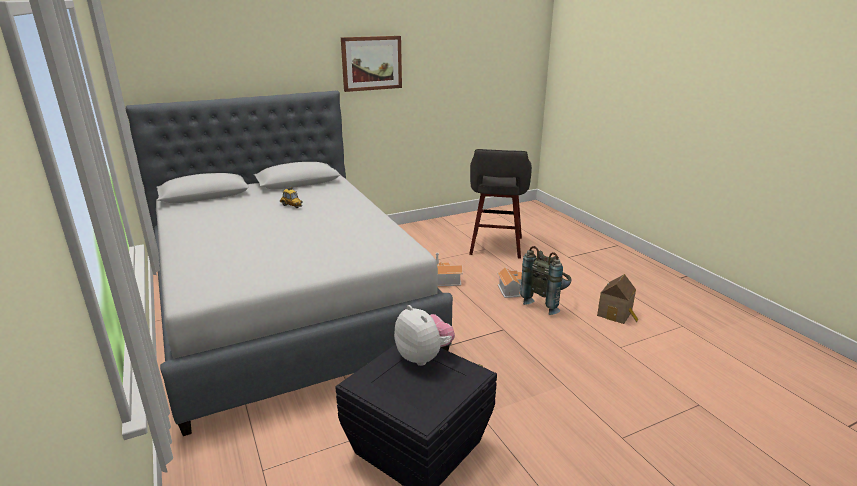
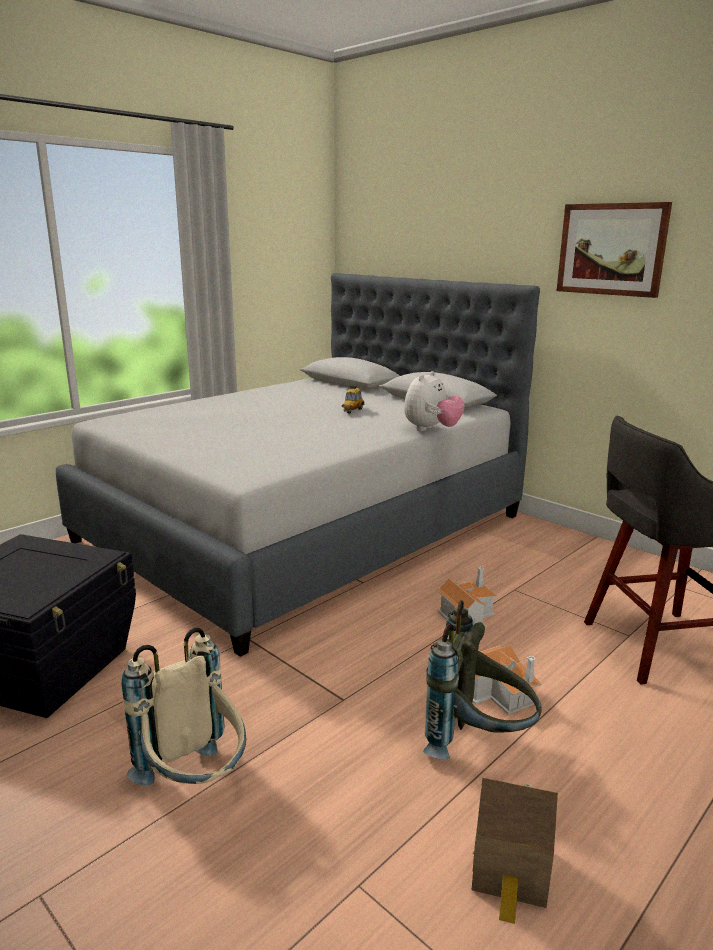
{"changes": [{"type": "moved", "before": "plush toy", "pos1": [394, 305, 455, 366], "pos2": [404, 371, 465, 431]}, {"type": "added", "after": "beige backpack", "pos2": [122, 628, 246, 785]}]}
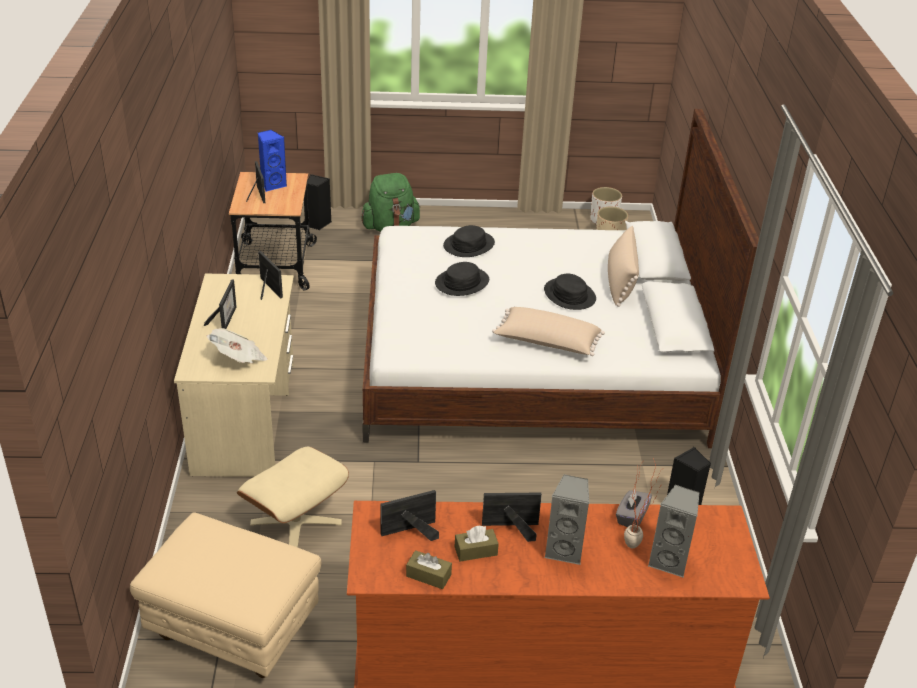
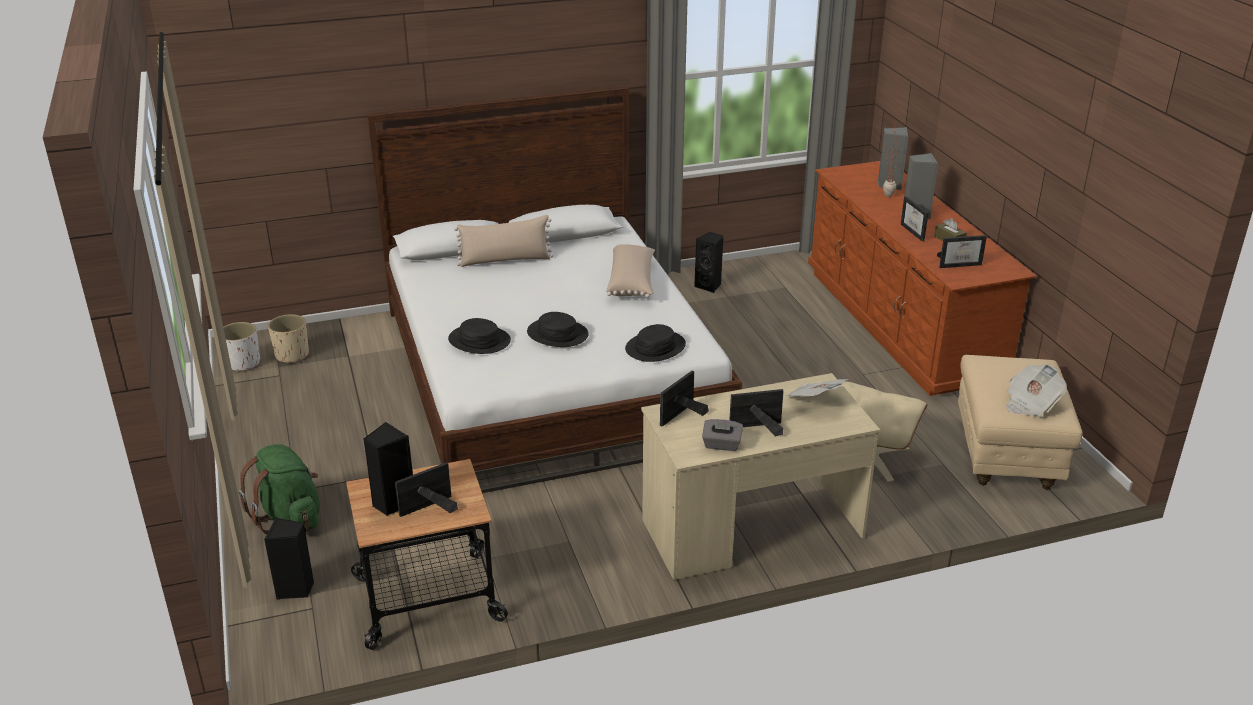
{"changes": [{"type": "recoloured", "before": "blue speaker", "after": "black speaker", "pos1": [258, 130, 287, 192], "pos2": [364, 422, 413, 516]}, {"type": "moved", "before": "black hat", "pos1": [544, 274, 596, 310], "pos2": [625, 324, 686, 362]}, {"type": "turned", "before": "picture frame", "pos1": [380, 490, 439, 541], "pos2": [937, 235, 987, 268], "turn": -60}, {"type": "moved", "before": "grey tissue box", "pos1": [616, 490, 652, 527], "pos2": [702, 419, 743, 451]}, {"type": "removed", "before": "brown tissue box", "pos1": [406, 550, 452, 589]}, {"type": "added", "after": "newspaper", "pos2": [1006, 364, 1067, 417]}]}
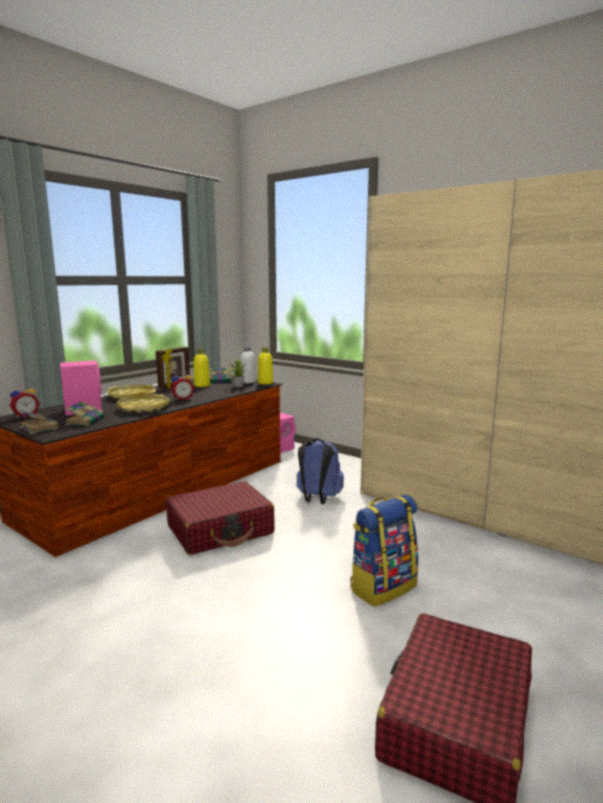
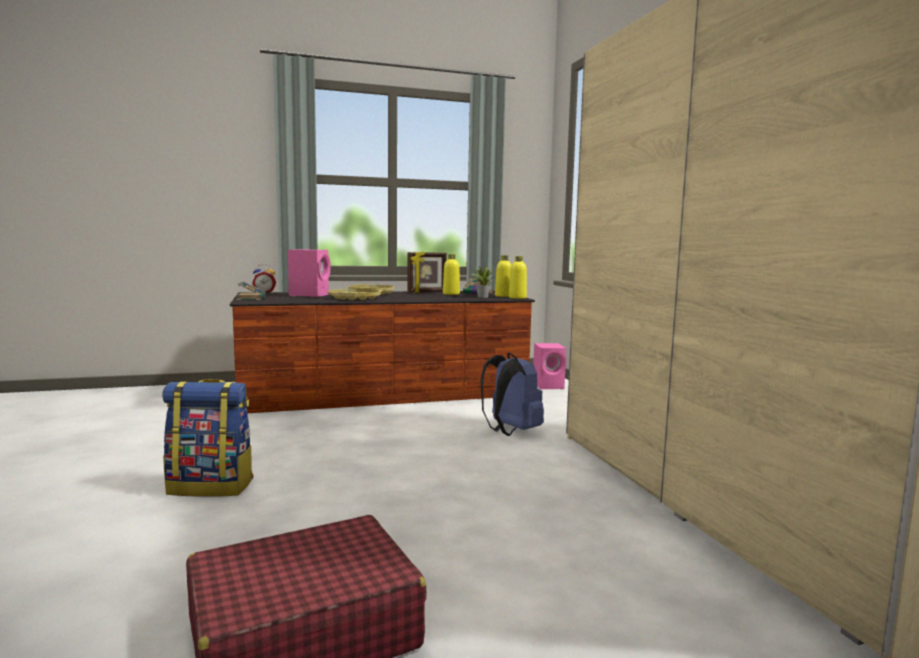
{"changes": [{"type": "recoloured", "before": "white bottle", "after": "yellow bottle", "pos1": [241, 346, 256, 383], "pos2": [495, 255, 511, 297]}, {"type": "removed", "before": "alarm clock", "pos1": [171, 371, 194, 400]}, {"type": "removed", "before": "book", "pos1": [65, 401, 104, 426]}, {"type": "removed", "before": "red suitcase", "pos1": [166, 481, 275, 555]}, {"type": "moved", "before": "backpack", "pos1": [350, 495, 418, 607], "pos2": [162, 379, 254, 497]}]}
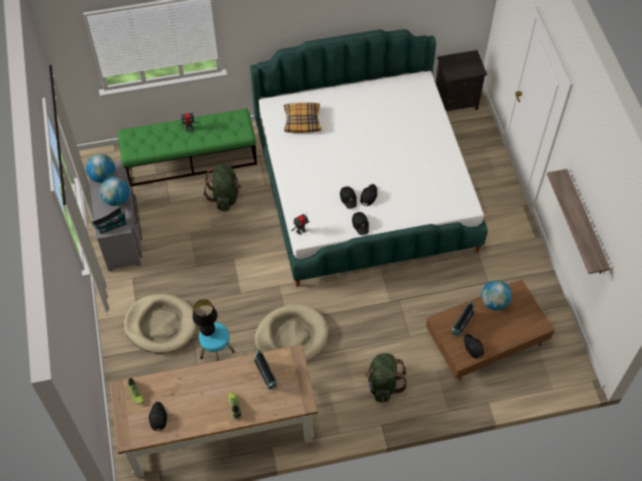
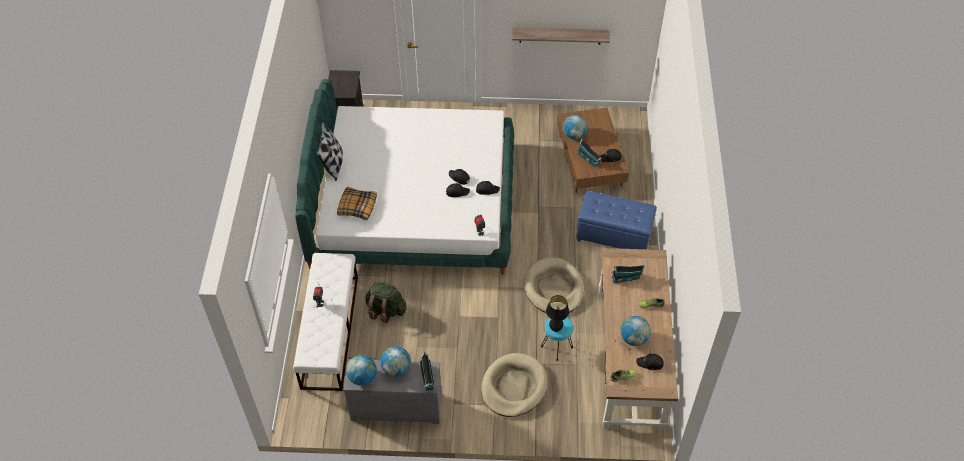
{"changes": [{"type": "recoloured", "before": "green bench", "after": "white bench", "pos1": [118, 109, 257, 186], "pos2": [293, 253, 358, 391]}, {"type": "replaced", "before": "green backpack", "after": "blue ottoman", "pos1": [365, 353, 407, 402], "pos2": [576, 191, 657, 249]}, {"type": "added", "after": "pillow", "pos2": [316, 122, 343, 181]}, {"type": "added", "after": "globe", "pos2": [620, 316, 651, 346]}]}
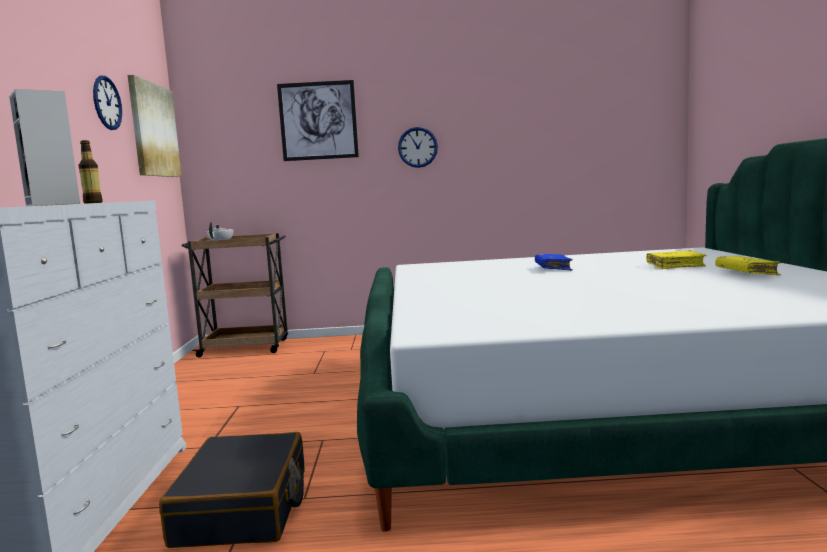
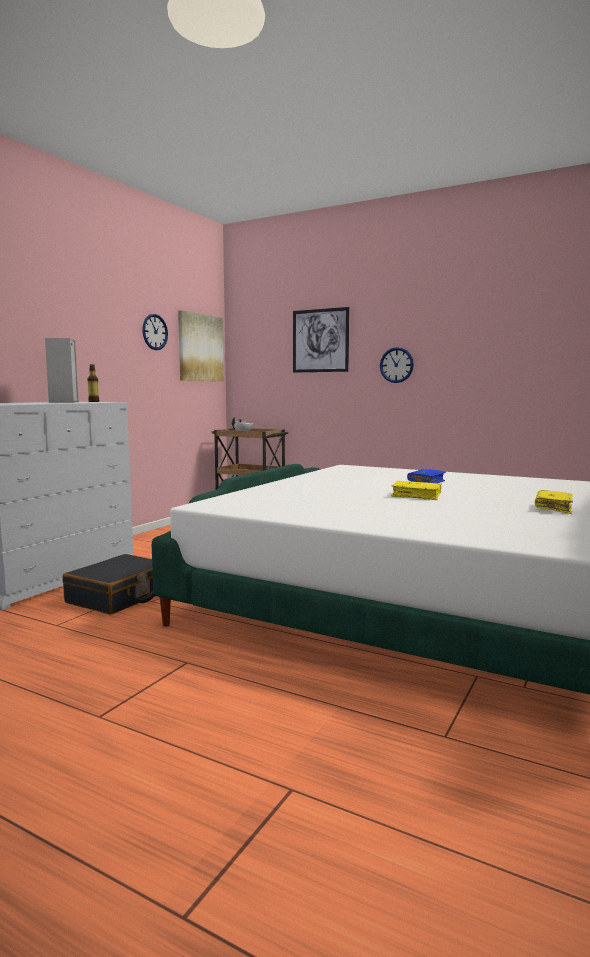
{"changes": [{"type": "moved", "before": "yellow book", "pos1": [646, 251, 707, 269], "pos2": [391, 481, 441, 500]}]}
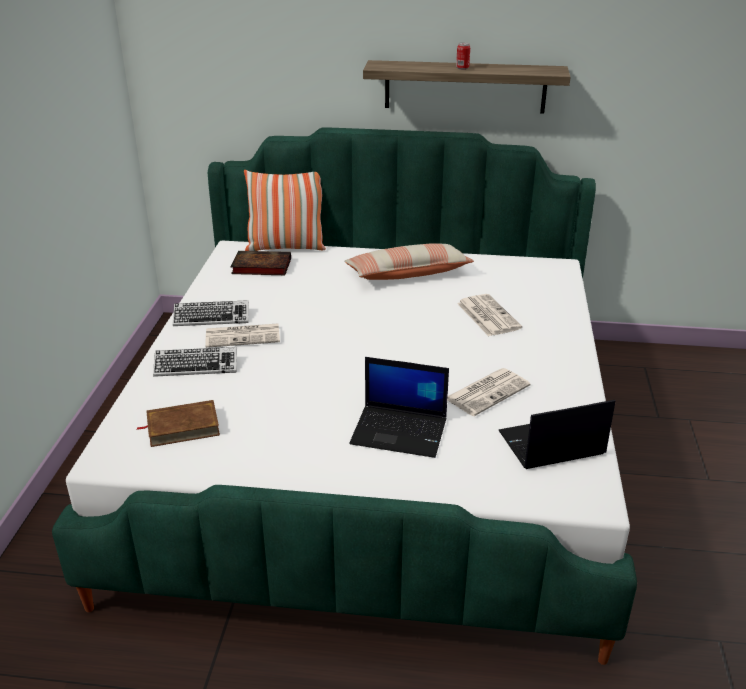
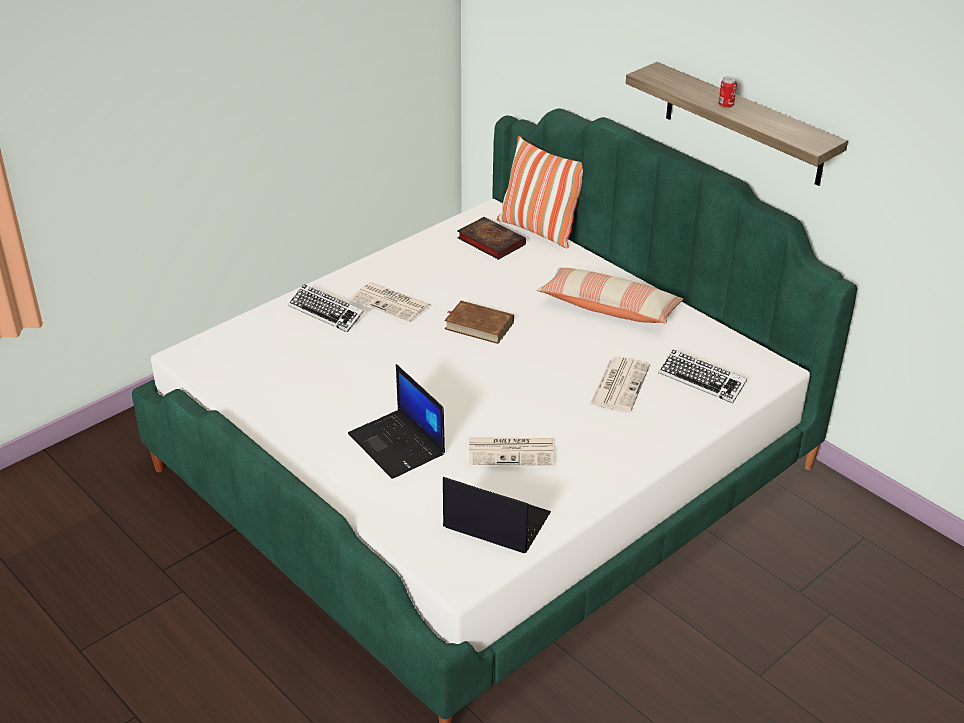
{"changes": [{"type": "moved", "before": "keyboard", "pos1": [173, 300, 249, 326], "pos2": [658, 349, 747, 403]}, {"type": "moved", "before": "brown book", "pos1": [136, 400, 220, 447], "pos2": [444, 301, 514, 344]}]}
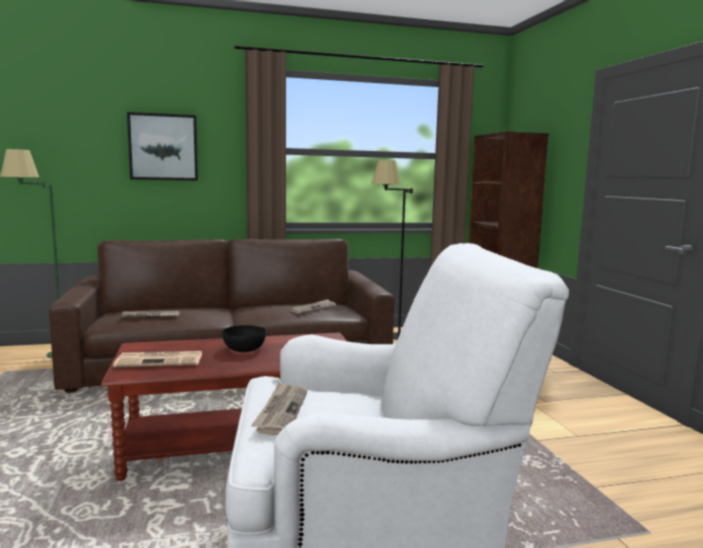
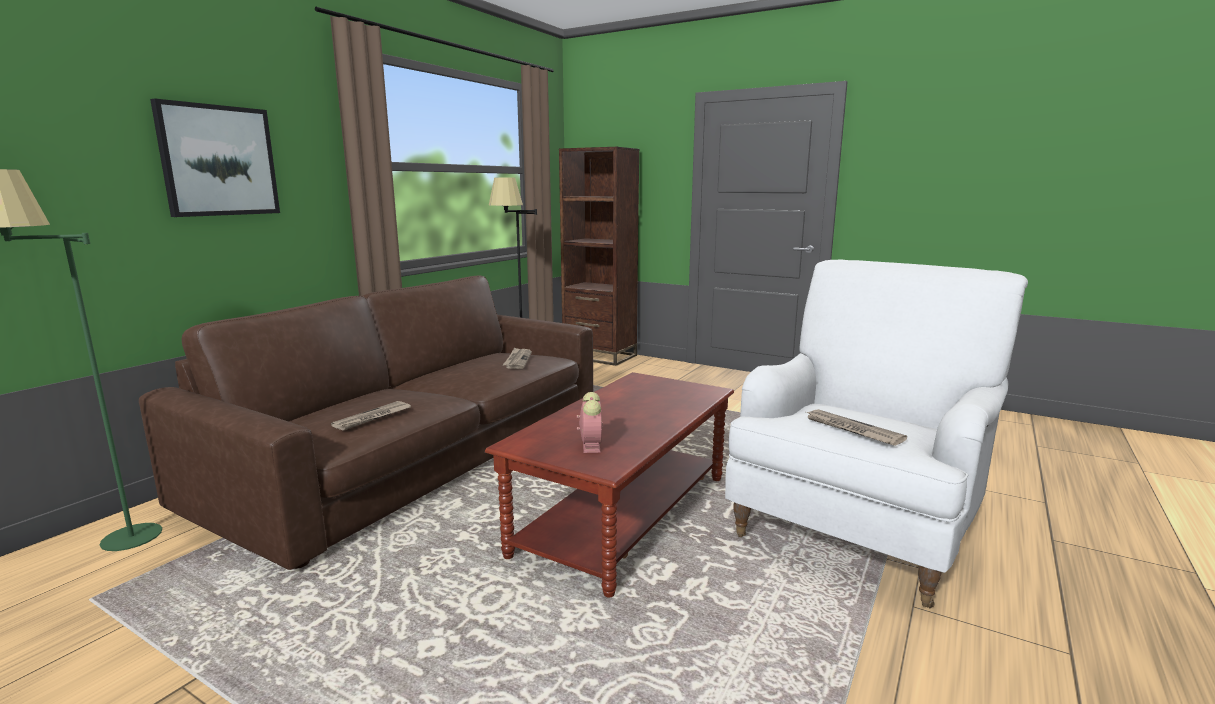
{"changes": [{"type": "removed", "before": "black bowl", "pos1": [222, 325, 266, 352]}, {"type": "replaced", "before": "newspaper", "after": "alarm clock", "pos1": [113, 351, 202, 367], "pos2": [577, 392, 603, 453]}]}
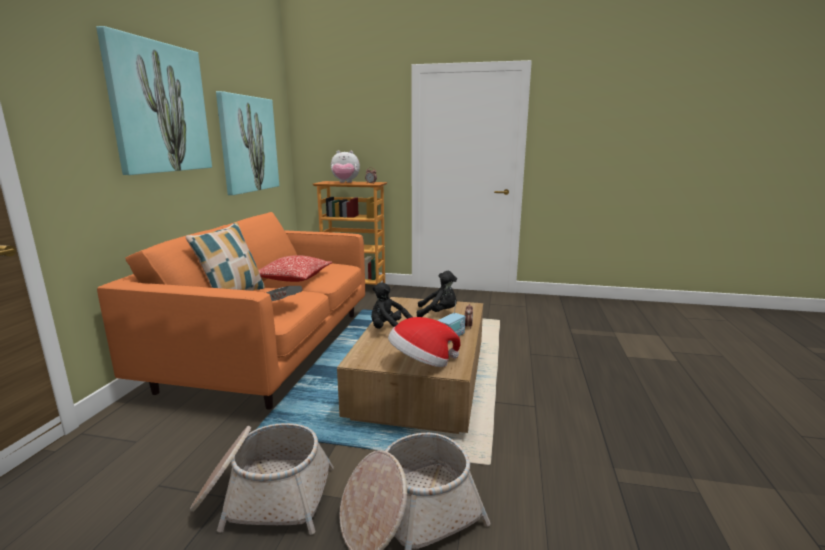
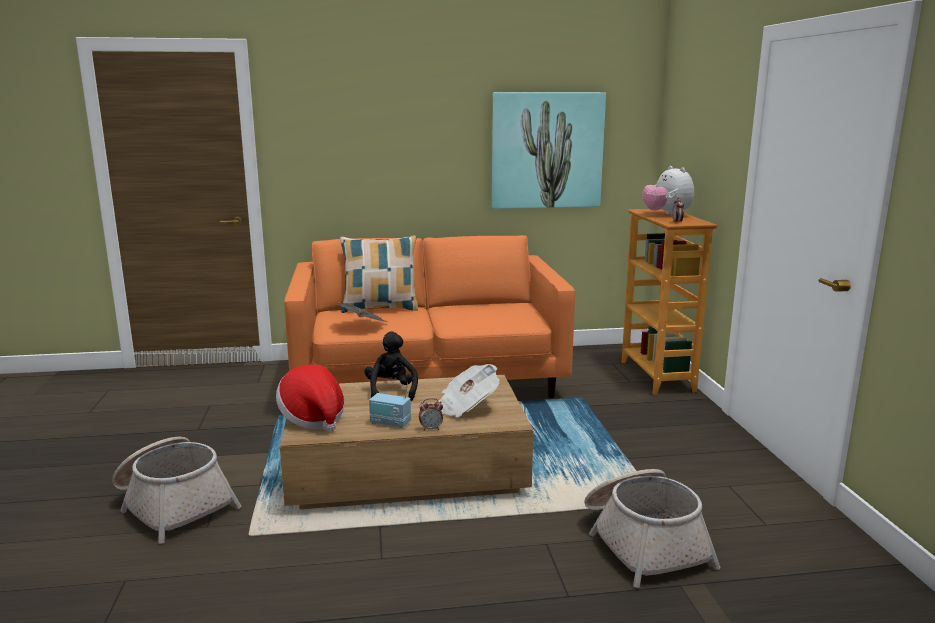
{"changes": [{"type": "removed", "before": "picture", "pos1": [96, 26, 212, 175]}, {"type": "removed", "before": "pillow", "pos1": [258, 255, 332, 282]}, {"type": "replaced", "before": "black plush toy", "after": "newspaper", "pos1": [417, 271, 457, 317], "pos2": [439, 364, 500, 417]}, {"type": "moved", "before": "basket", "pos1": [190, 423, 334, 535], "pos2": [584, 469, 720, 588]}]}
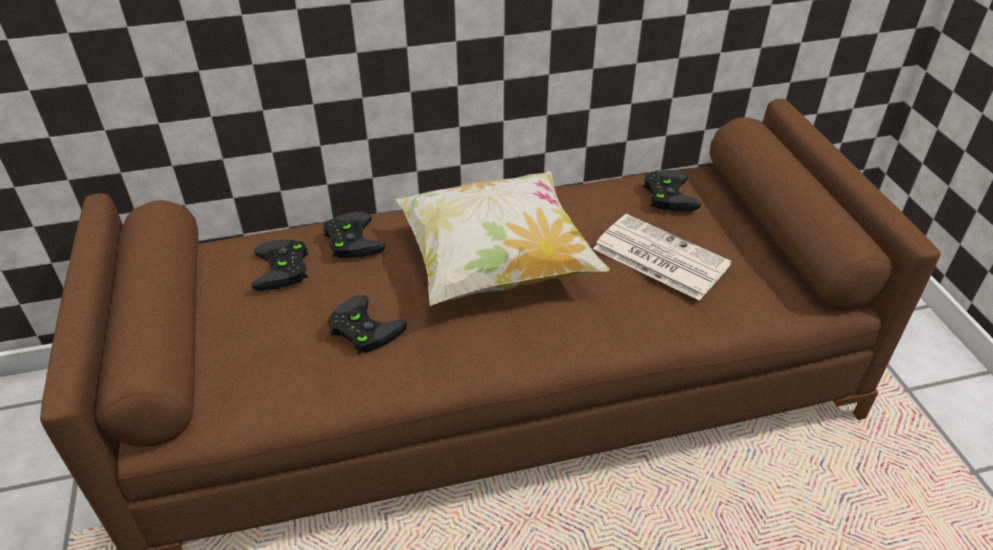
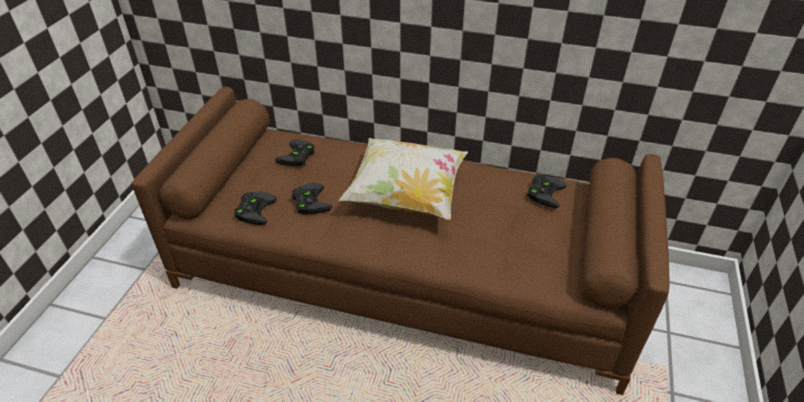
{"changes": [{"type": "moved", "before": "black game controller", "pos1": [323, 212, 385, 258], "pos2": [234, 192, 277, 225]}, {"type": "removed", "before": "newspaper", "pos1": [593, 214, 732, 301]}]}
